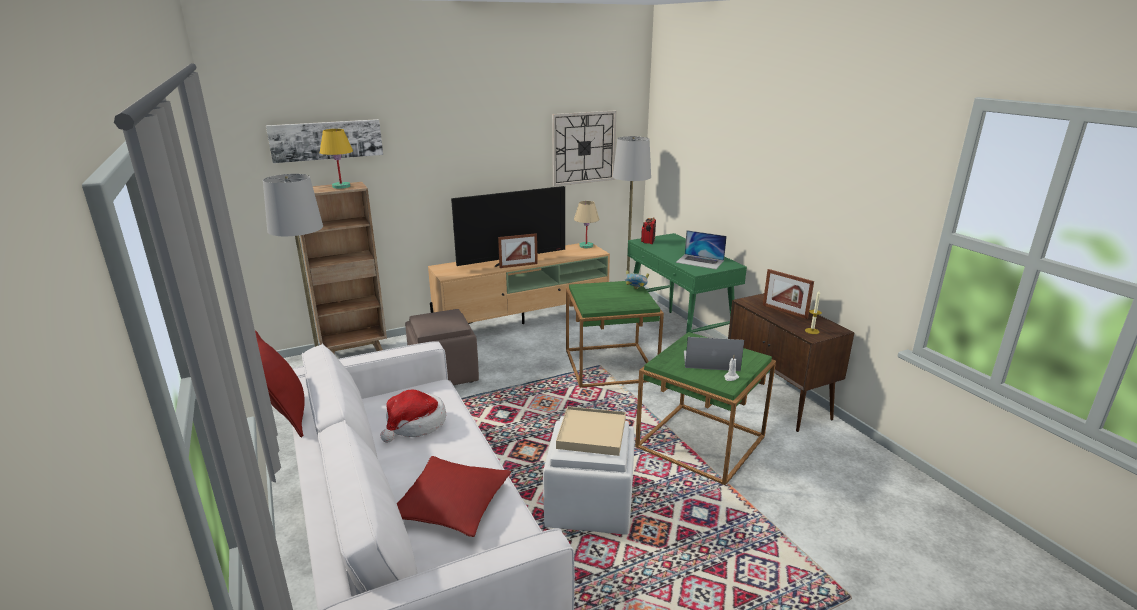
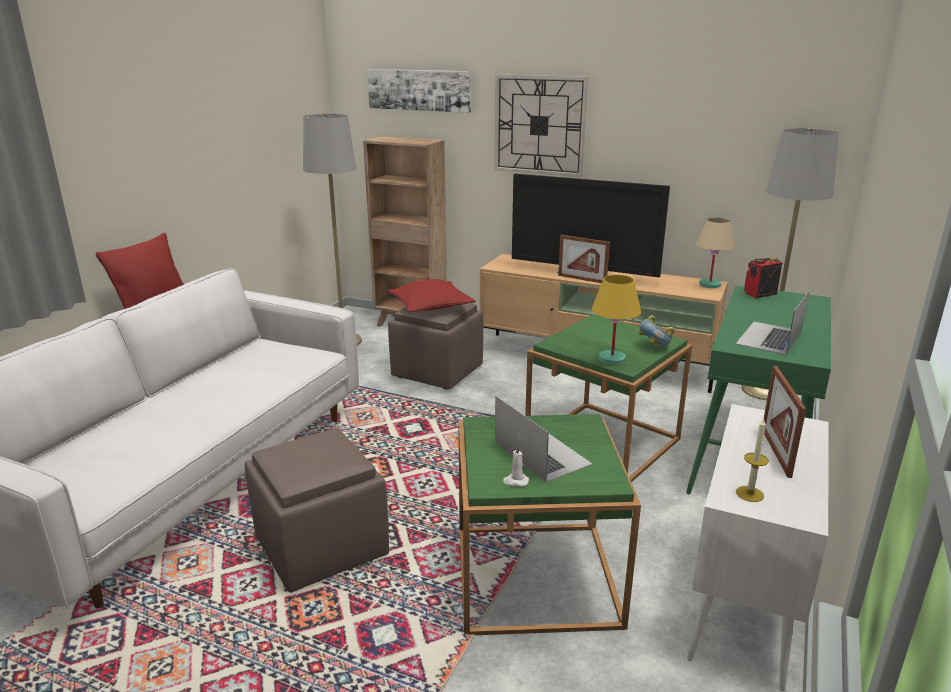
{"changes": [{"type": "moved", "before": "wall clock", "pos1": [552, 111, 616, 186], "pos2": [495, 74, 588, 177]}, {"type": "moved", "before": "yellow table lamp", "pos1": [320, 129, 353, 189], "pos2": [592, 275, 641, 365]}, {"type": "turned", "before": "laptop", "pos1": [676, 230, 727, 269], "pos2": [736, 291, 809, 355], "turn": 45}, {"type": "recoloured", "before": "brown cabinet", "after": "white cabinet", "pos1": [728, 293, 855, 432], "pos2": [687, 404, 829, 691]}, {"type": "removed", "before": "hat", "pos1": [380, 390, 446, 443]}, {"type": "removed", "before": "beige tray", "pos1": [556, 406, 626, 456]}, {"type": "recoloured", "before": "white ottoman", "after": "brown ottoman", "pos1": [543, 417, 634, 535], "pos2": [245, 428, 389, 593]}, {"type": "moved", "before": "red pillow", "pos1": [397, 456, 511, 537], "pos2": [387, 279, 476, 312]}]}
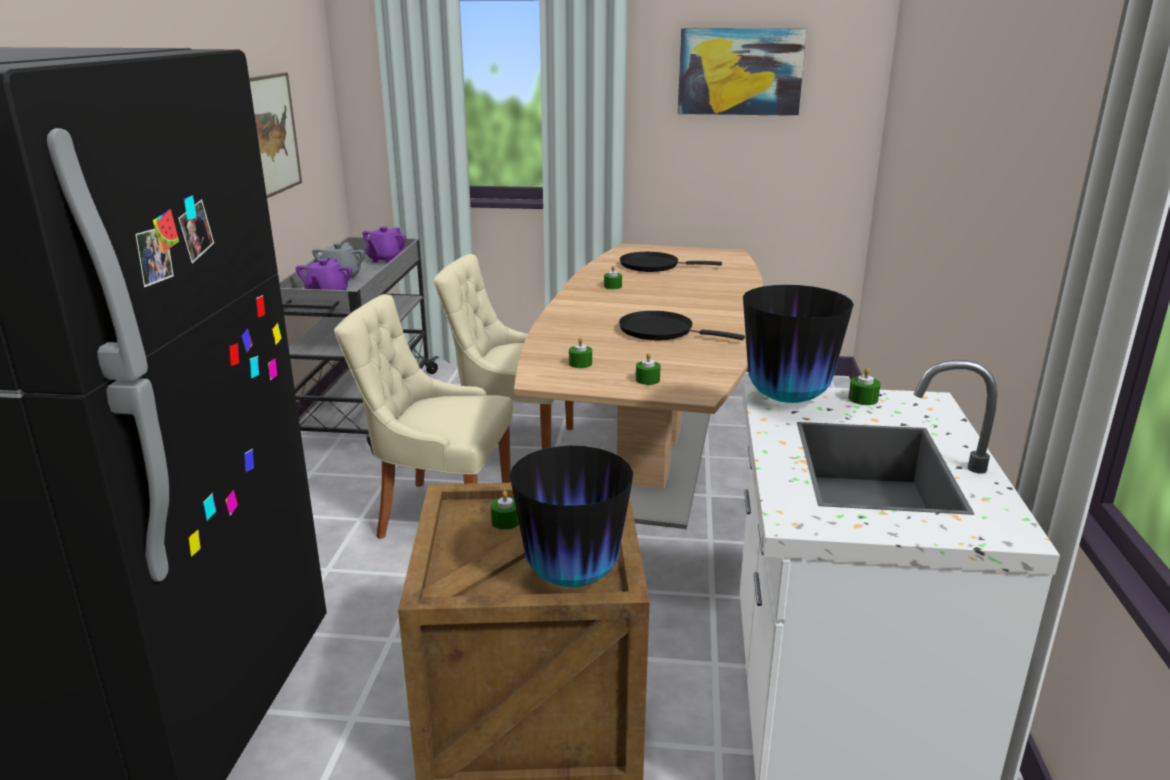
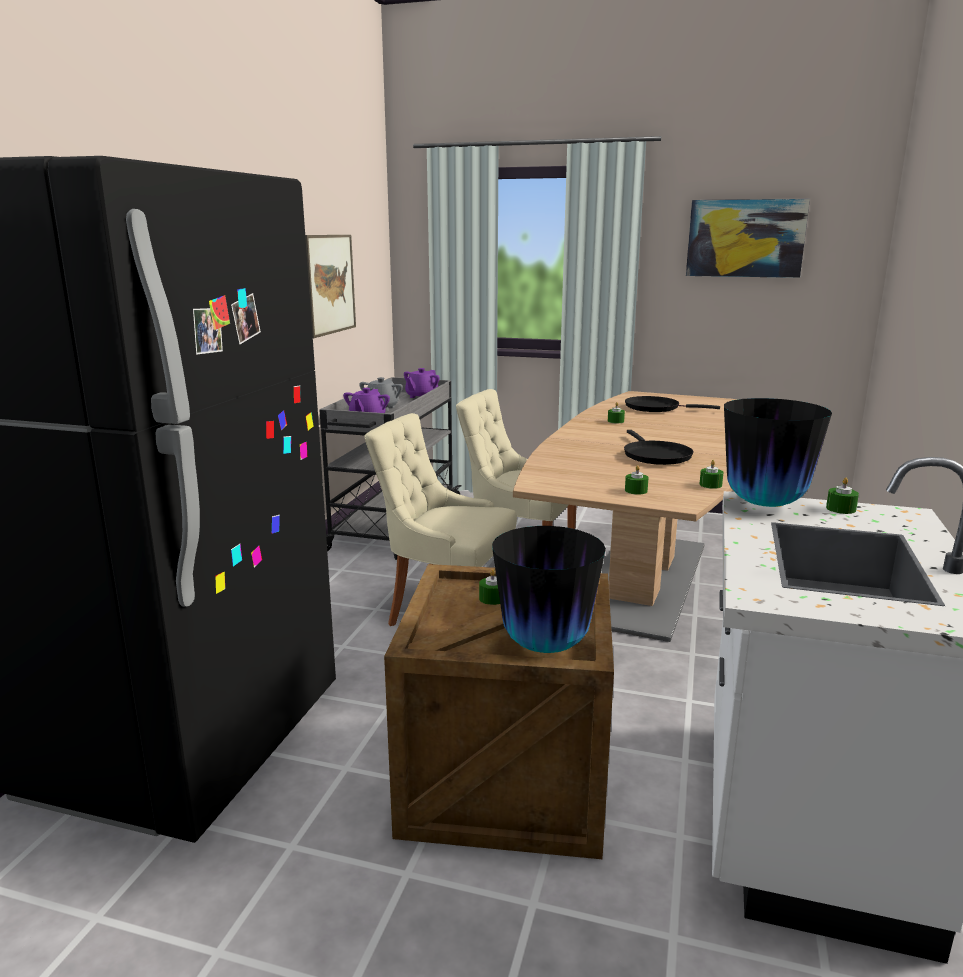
{"changes": [{"type": "turned", "before": "black frying pan", "pos1": [619, 311, 745, 340], "pos2": [624, 430, 693, 465], "turn": -135}, {"type": "moved", "before": "green candle", "pos1": [569, 337, 592, 368], "pos2": [699, 460, 724, 489]}]}
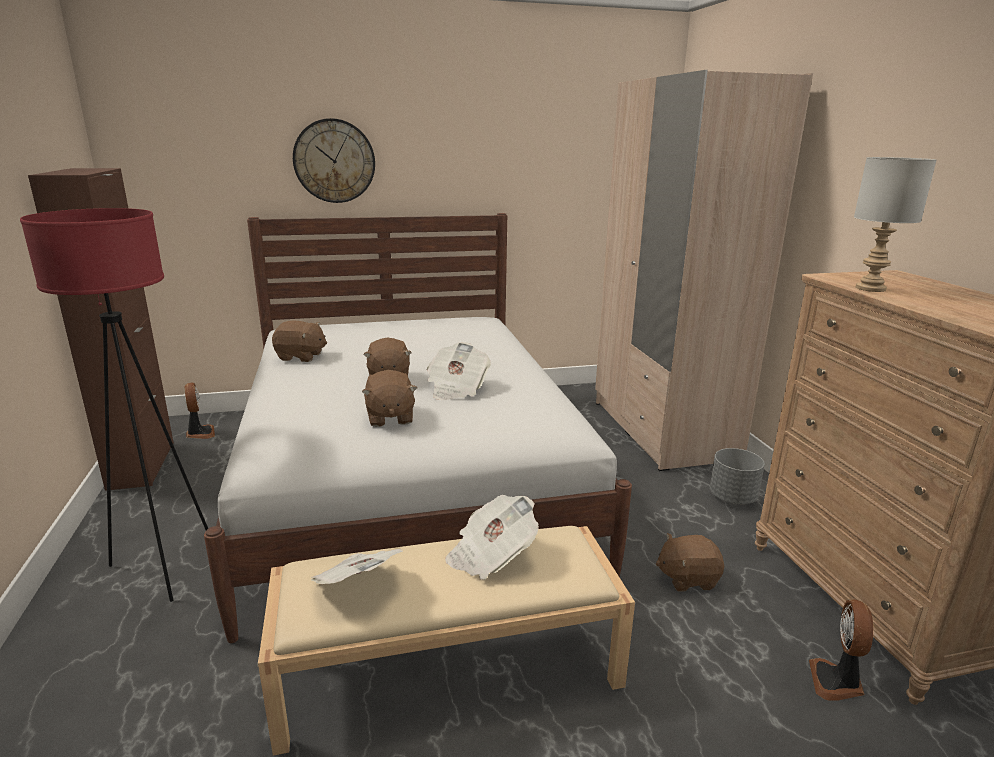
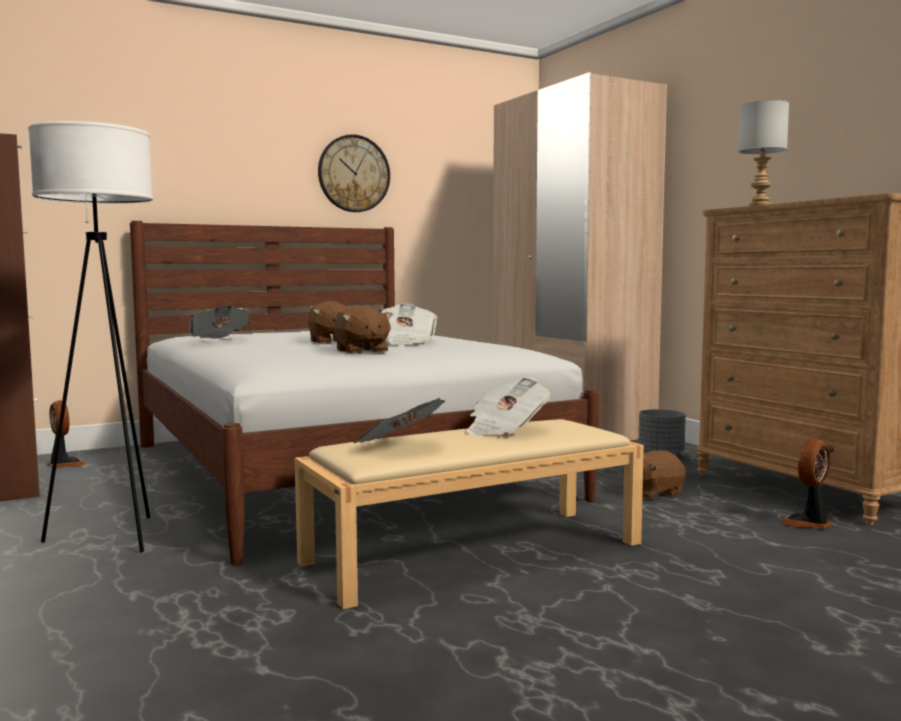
{"changes": [{"type": "moved", "before": "wall clock", "pos1": [293, 118, 375, 203], "pos2": [318, 134, 390, 212]}, {"type": "recoloured", "before": "red floor lamp", "after": "white floor lamp", "pos1": [20, 208, 208, 602], "pos2": [28, 121, 153, 553]}, {"type": "replaced", "before": "brown plush toy", "after": "newspaper", "pos1": [272, 321, 327, 362], "pos2": [189, 306, 250, 339]}, {"type": "turned", "before": "fan", "pos1": [809, 599, 873, 701], "pos2": [780, 439, 833, 528], "turn": 45}]}
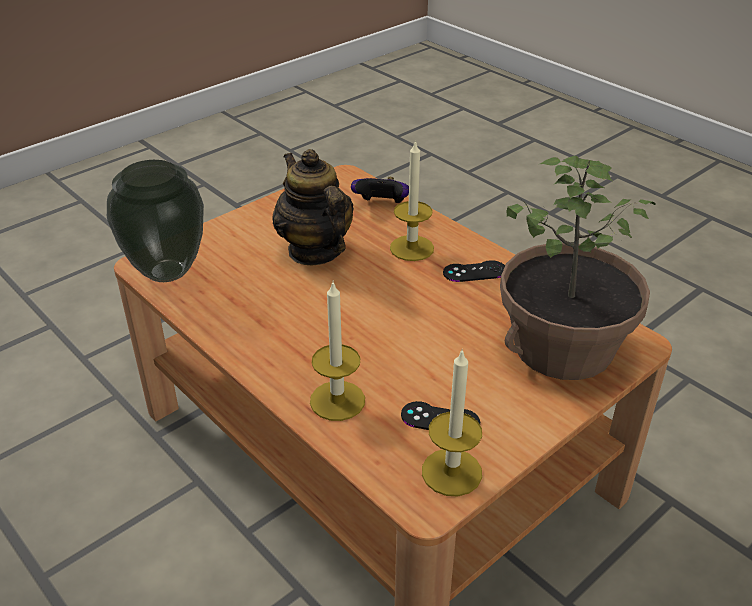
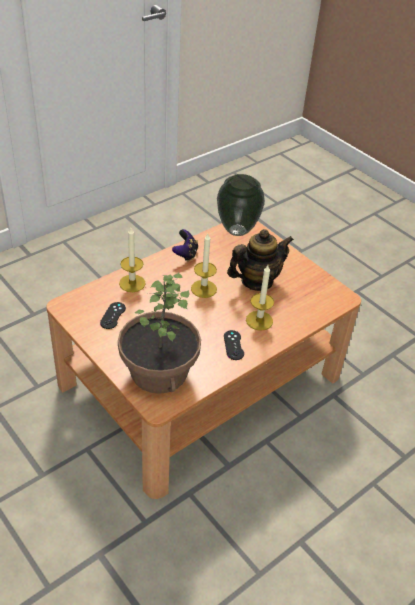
{"changes": [{"type": "moved", "before": "game controller", "pos1": [351, 177, 409, 203], "pos2": [172, 229, 198, 262]}, {"type": "moved", "before": "candle", "pos1": [422, 349, 482, 496], "pos2": [191, 234, 217, 298]}]}
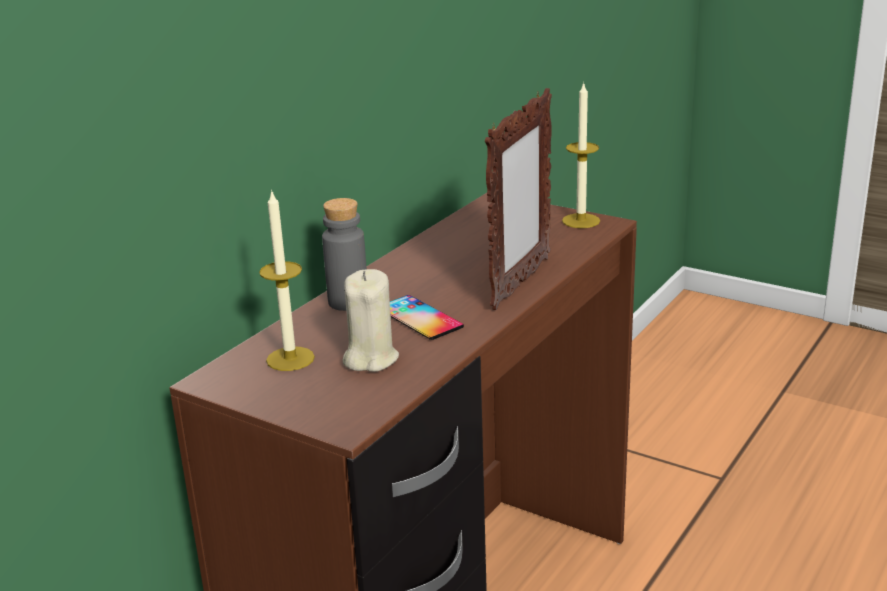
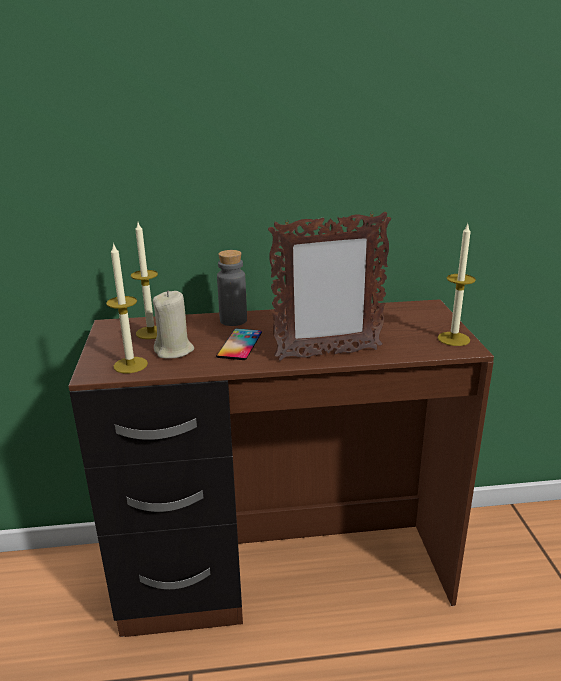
{"changes": [{"type": "added", "after": "candle", "pos2": [106, 242, 148, 373]}]}
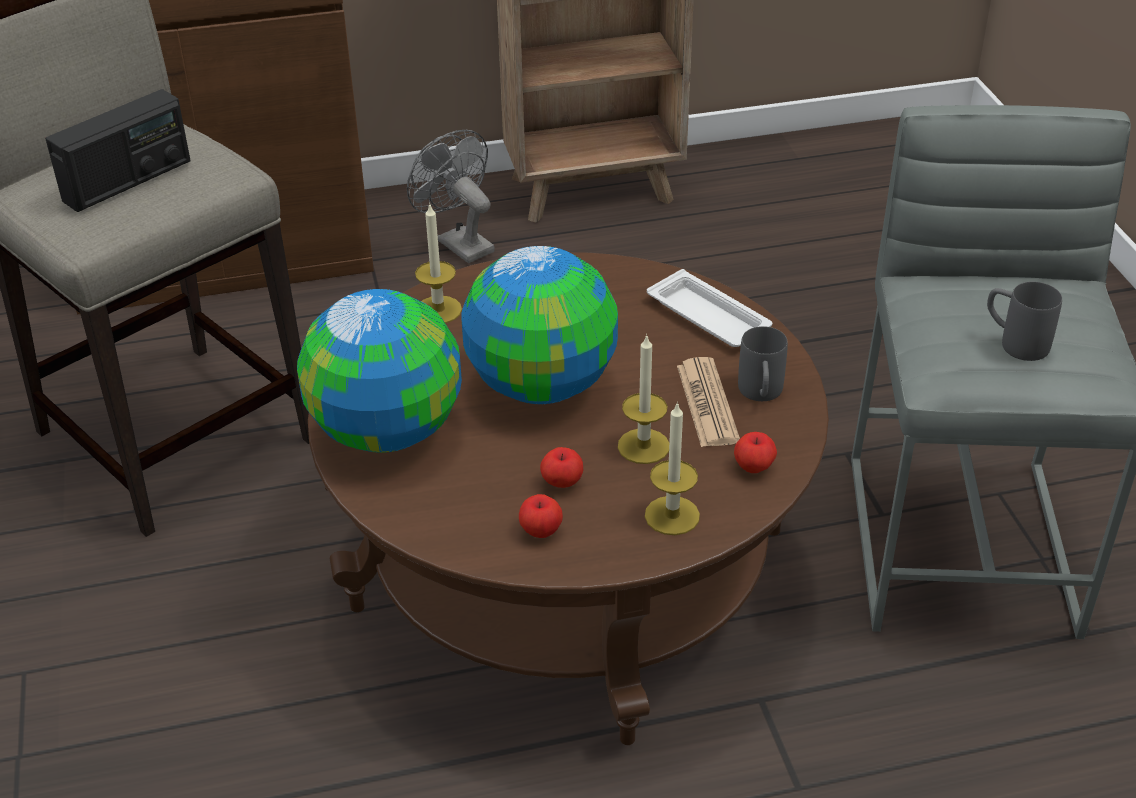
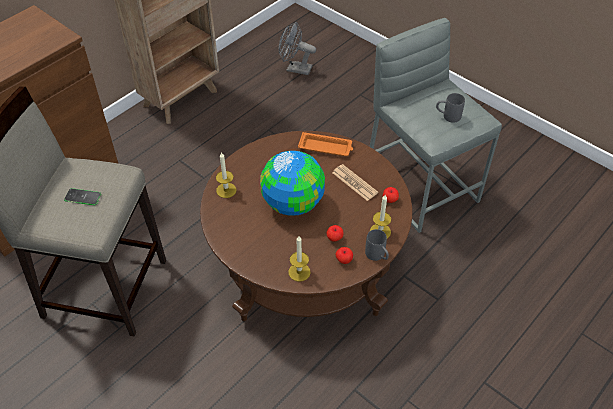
{"changes": [{"type": "replaced", "before": "radio", "after": "phone", "pos1": [45, 89, 191, 212], "pos2": [64, 188, 101, 205]}, {"type": "moved", "before": "grey fan", "pos1": [407, 130, 495, 263], "pos2": [279, 22, 316, 75]}, {"type": "recoloured", "before": "white tray", "after": "orange tray", "pos1": [647, 269, 772, 347], "pos2": [298, 132, 353, 156]}, {"type": "removed", "before": "globe", "pos1": [297, 289, 462, 453]}, {"type": "moved", "before": "grey mug", "pos1": [738, 326, 788, 401], "pos2": [365, 229, 389, 261]}, {"type": "moved", "before": "candle", "pos1": [618, 334, 669, 464], "pos2": [288, 236, 311, 282]}]}
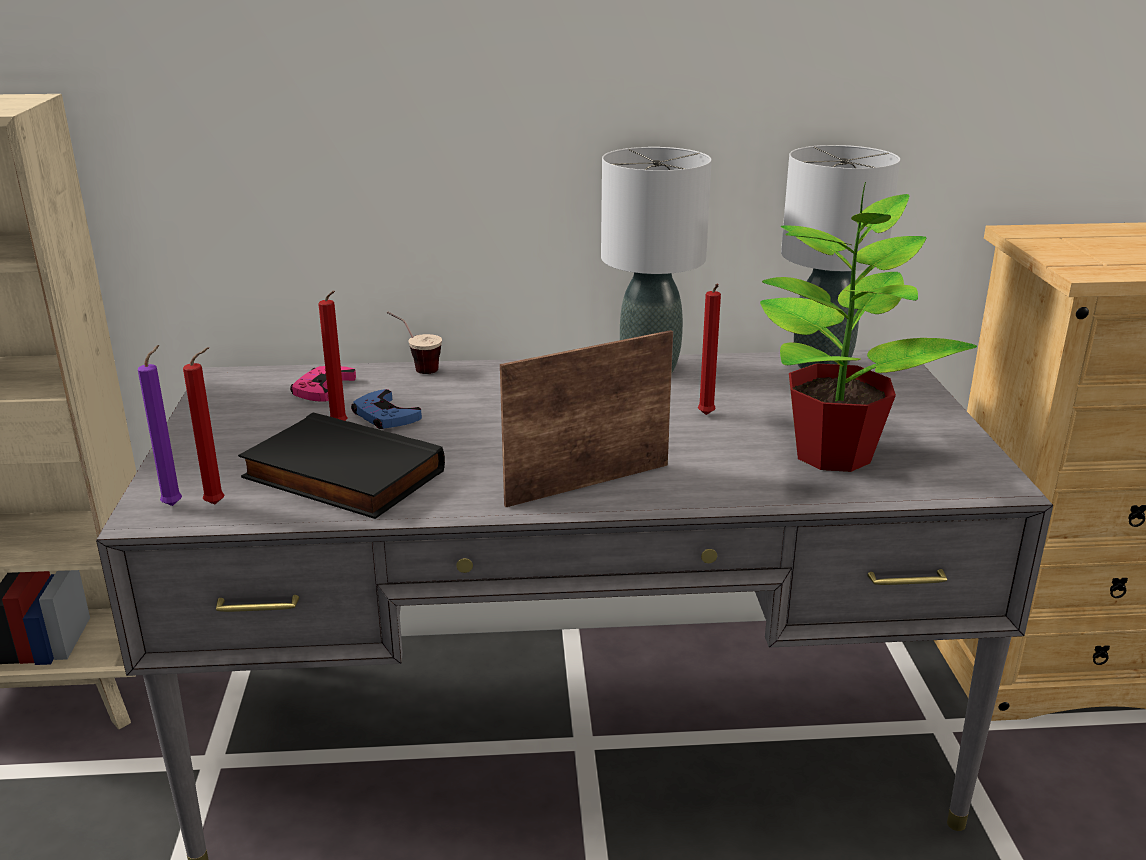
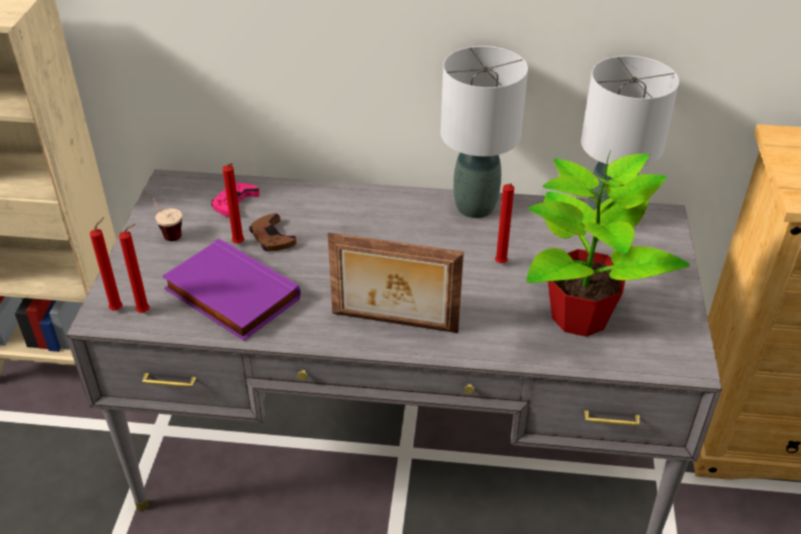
{"changes": [{"type": "moved", "before": "cup", "pos1": [387, 311, 442, 374], "pos2": [142, 189, 182, 241]}, {"type": "turned", "before": "picture frame", "pos1": [500, 330, 673, 507], "pos2": [328, 232, 464, 333], "turn": -150}, {"type": "recoloured", "before": "purple candle", "after": "red candle", "pos1": [138, 345, 182, 506], "pos2": [90, 217, 123, 310]}, {"type": "recoloured", "before": "blue game controller", "after": "brown game controller", "pos1": [351, 389, 422, 429], "pos2": [249, 213, 297, 251]}, {"type": "recoloured", "before": "black book", "after": "purple book", "pos1": [238, 413, 445, 519], "pos2": [162, 238, 301, 341]}]}
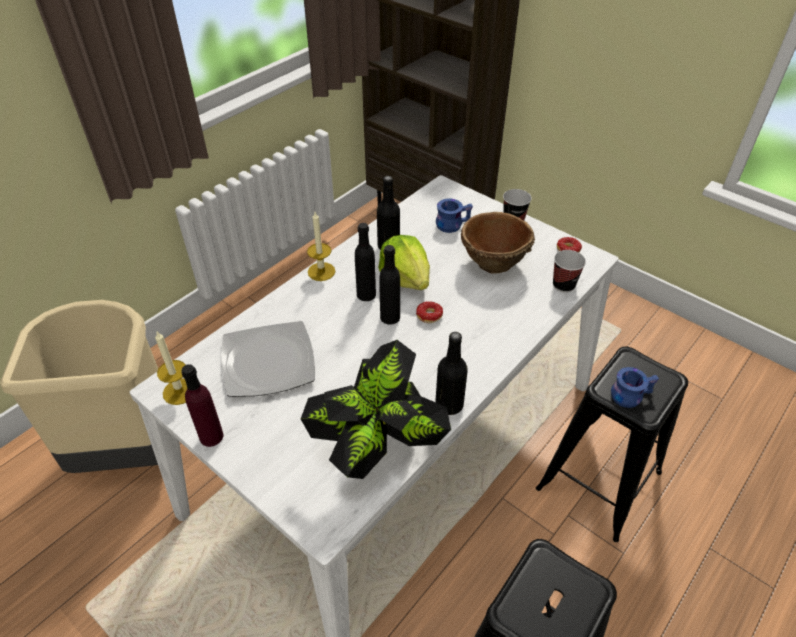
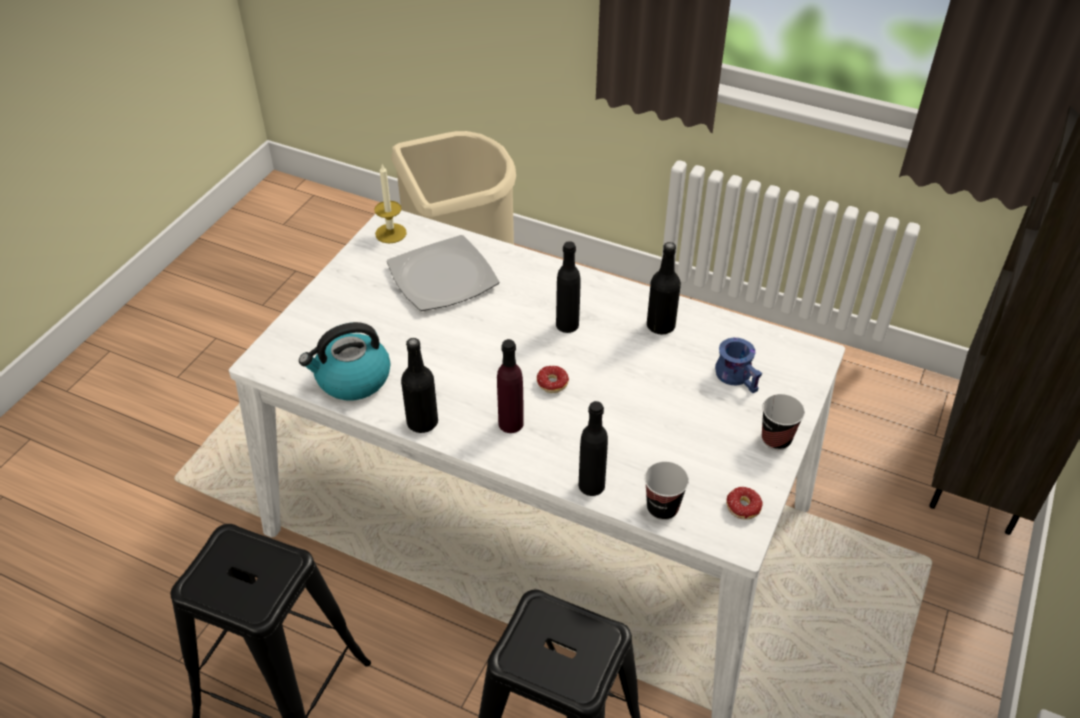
{"changes": [{"type": "removed", "before": "candle", "pos1": [307, 212, 335, 281]}, {"type": "removed", "before": "brown bowl", "pos1": [461, 212, 535, 274]}, {"type": "removed", "before": "lettuce", "pos1": [378, 235, 430, 290]}, {"type": "moved", "before": "black bottle", "pos1": [379, 245, 400, 325], "pos2": [579, 401, 608, 496]}, {"type": "replaced", "before": "potted plant", "after": "kettle", "pos1": [301, 340, 451, 479], "pos2": [299, 322, 390, 400]}, {"type": "moved", "before": "purple bottle", "pos1": [181, 364, 223, 447], "pos2": [497, 339, 524, 433]}, {"type": "removed", "before": "blue mug", "pos1": [611, 367, 659, 408]}]}
